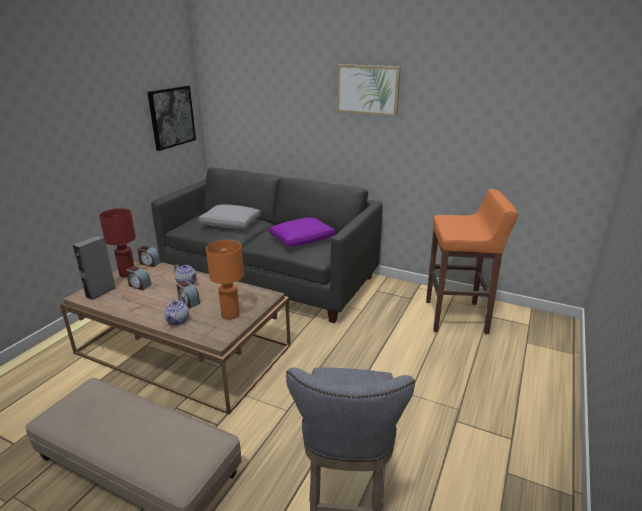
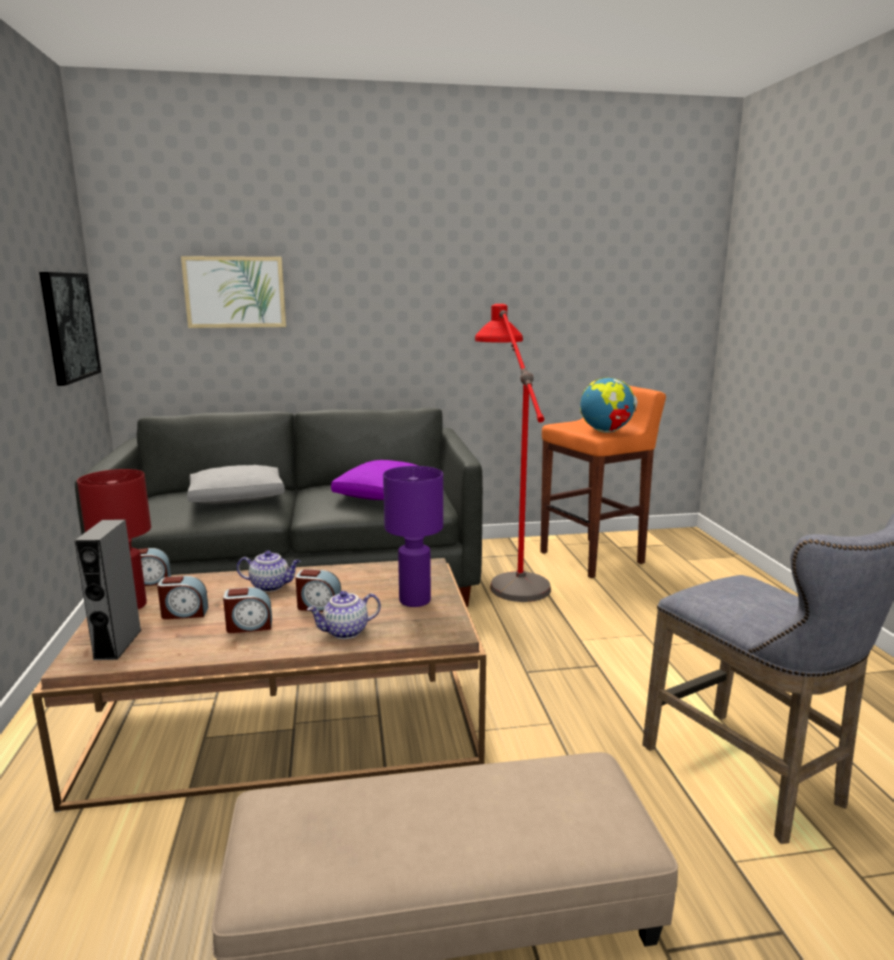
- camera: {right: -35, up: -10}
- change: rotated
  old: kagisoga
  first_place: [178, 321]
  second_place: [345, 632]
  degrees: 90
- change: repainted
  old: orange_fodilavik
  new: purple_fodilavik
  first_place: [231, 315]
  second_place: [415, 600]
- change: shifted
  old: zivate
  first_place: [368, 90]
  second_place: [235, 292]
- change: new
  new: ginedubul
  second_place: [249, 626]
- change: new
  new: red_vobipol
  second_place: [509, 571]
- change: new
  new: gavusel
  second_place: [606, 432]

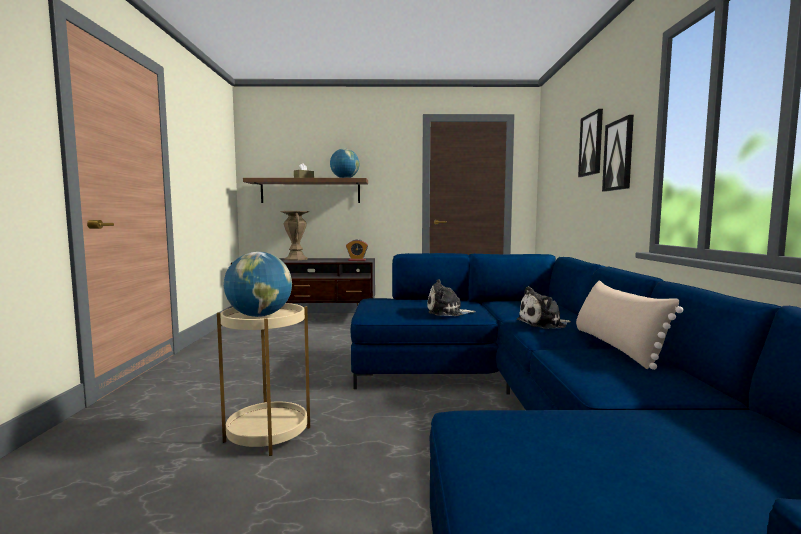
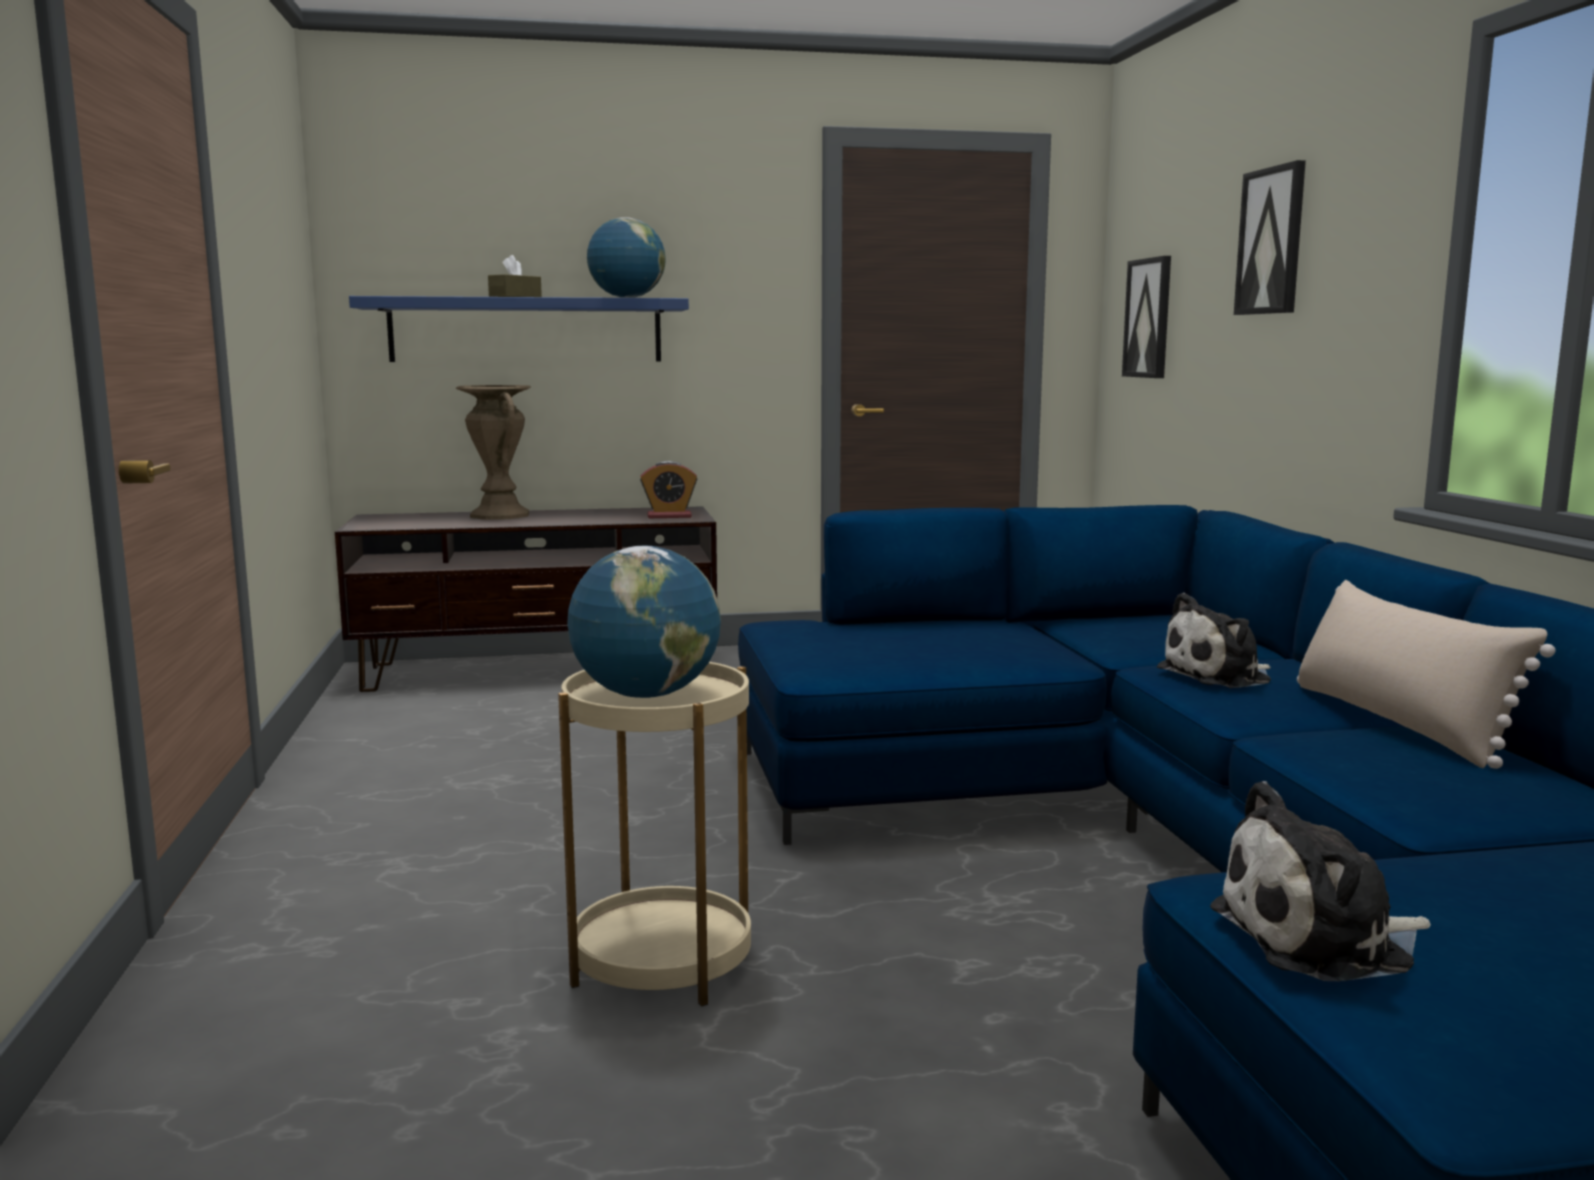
- camera: {right: -10, up: 5}
- change: repainted
  old: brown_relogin
  new: blue_relogin
  first_place: [310, 191]
  second_place: [526, 330]
- change: shifted
  old: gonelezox
  first_place: [447, 312]
  second_place: [1321, 939]
- change: shifted
  old: zivate
  first_place: [619, 155]
  second_place: [1148, 318]

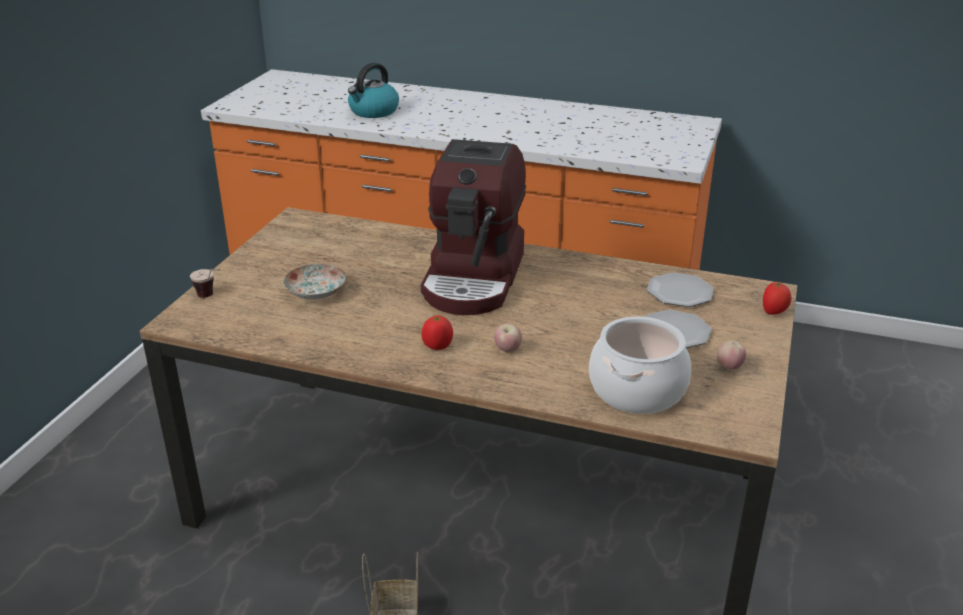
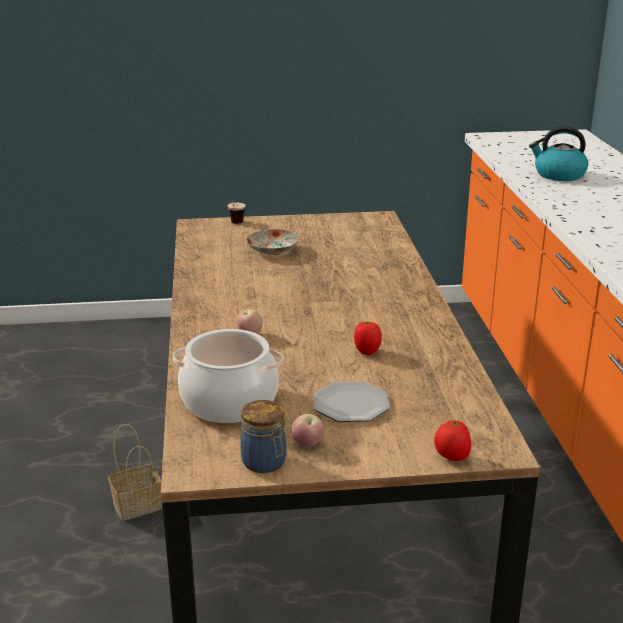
- camera: {right: 65, up: -5}
- change: gone
  old: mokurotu
  first_place: [475, 278]
- change: shifted
  old: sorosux
  first_place: [437, 346]
  second_place: [367, 352]
- change: gone
  old: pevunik
  first_place: [679, 293]
- change: new
  new: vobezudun
  second_place: [265, 463]

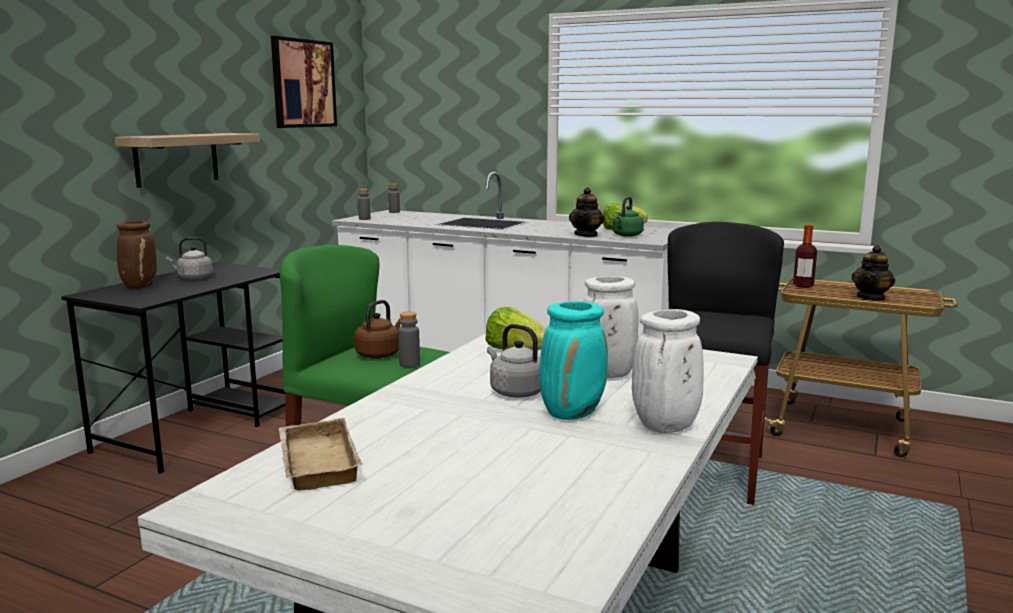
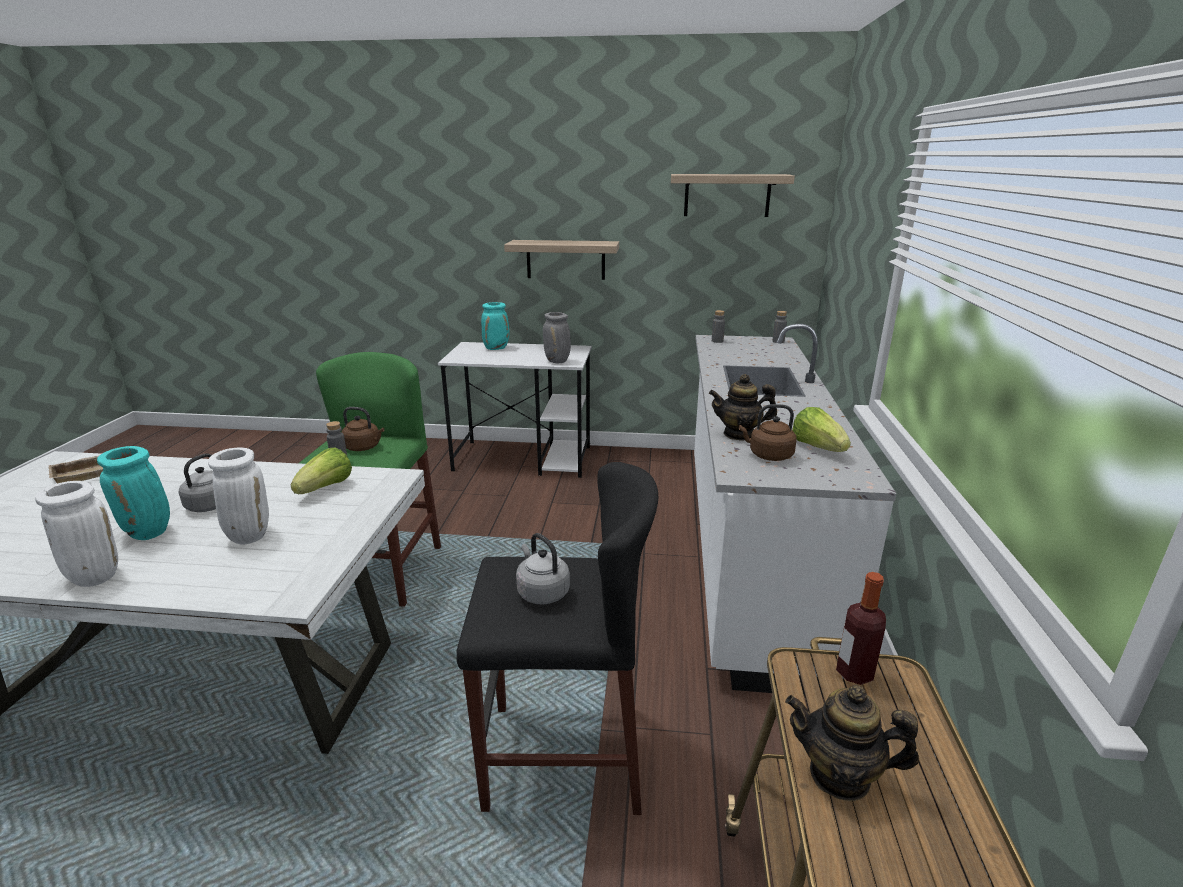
- camera: {right: 70, up: 10}
- change: repainted
  old: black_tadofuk
  new: white_tadofuk
  first_place: [200, 428]
  second_place: [524, 459]
- change: repainted
  old: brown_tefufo
  new: turquoise_tefufo
  first_place: [139, 286]
  second_place: [496, 348]
- change: shifted
  old: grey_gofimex
  first_place: [193, 278]
  second_place: [541, 592]
- change: swapped
  old: zivate
  new: relogin
  first_place: [303, 83]
  second_place: [727, 195]
- change: repainted
  old: green_gofimex
  new: brown_gofimex
  first_place: [626, 235]
  second_place: [768, 455]
- change: new
  new: grey_tefufo
  second_place: [558, 361]

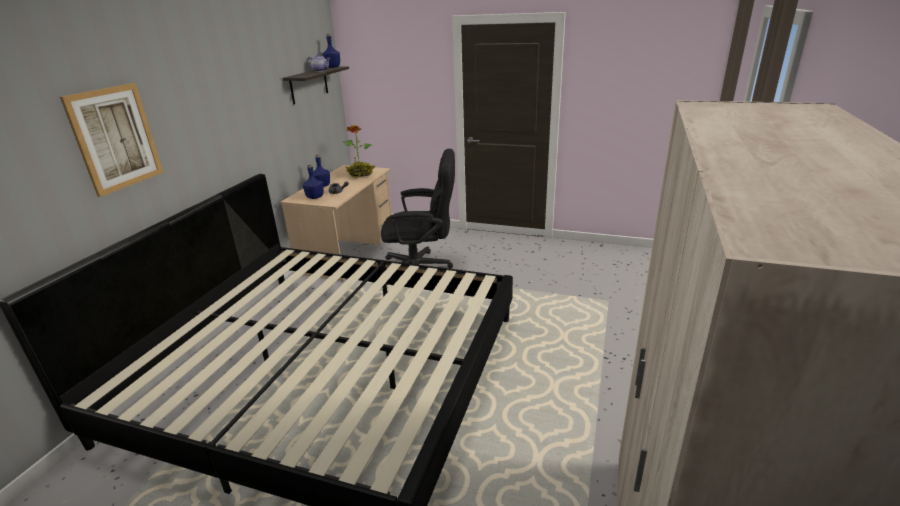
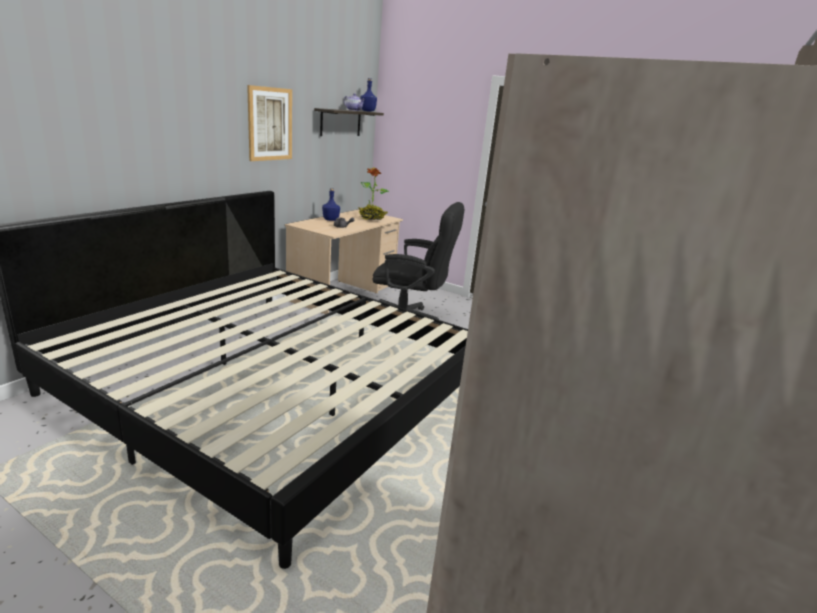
- camera: {right: 10, up: -5}
- change: shifted
  old: zivate
  first_place: [115, 138]
  second_place: [270, 124]
- change: gone
  old: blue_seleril
  first_place: [315, 197]

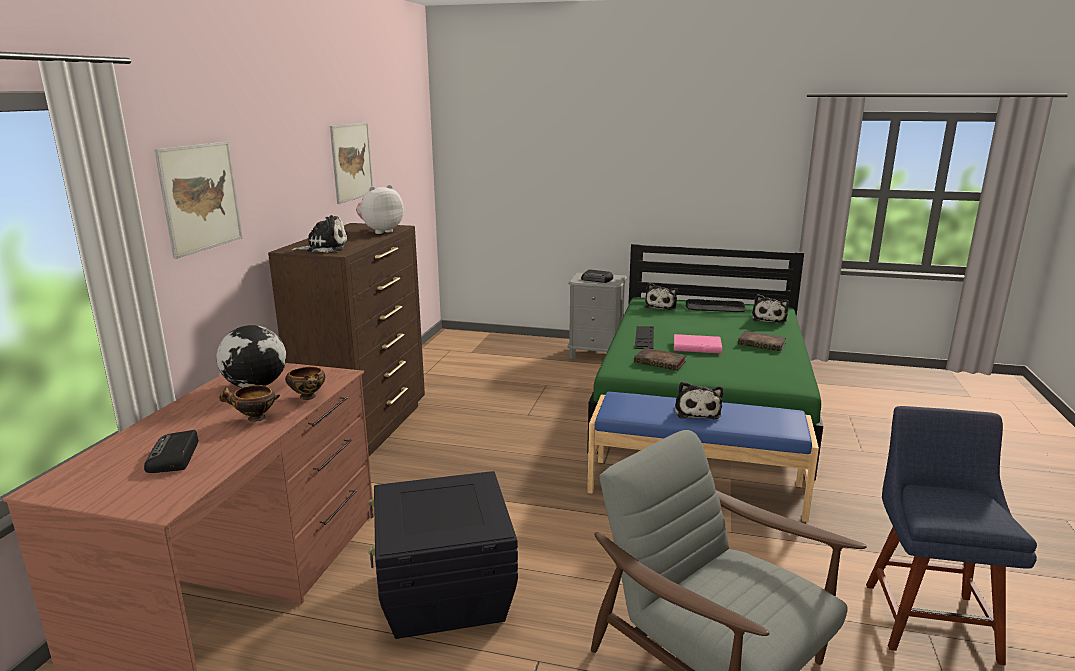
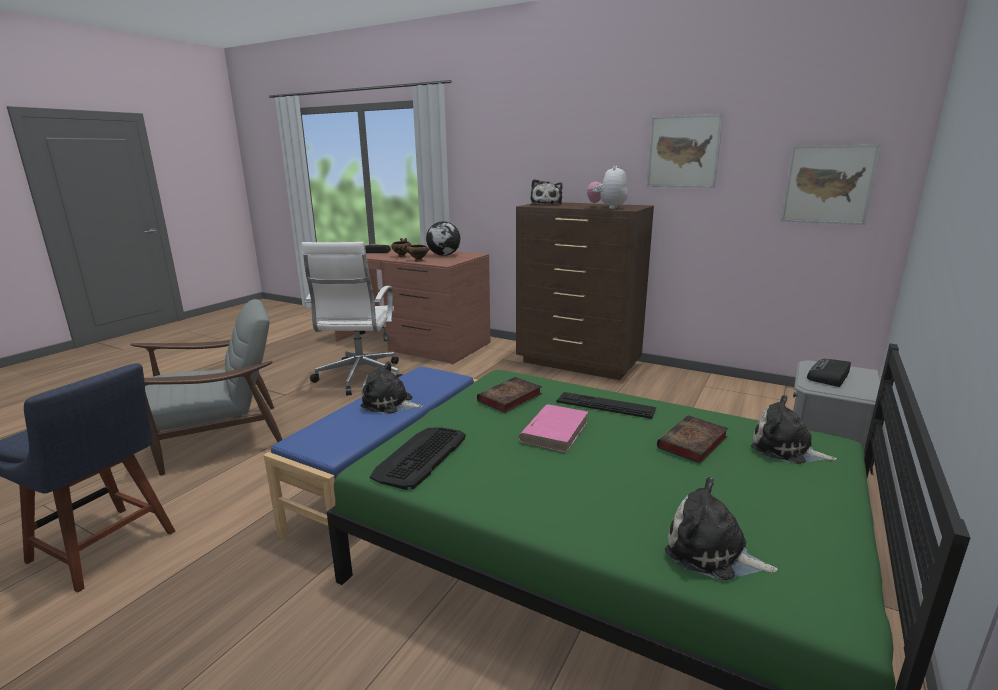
- camera: {right: 105, up: 0}
- change: shifted
  old: zivate
  first_place: [200, 197]
  second_place: [828, 184]
- change: rotated
  old: gonelezox
  first_place: [380, 231]
  second_place: [607, 208]
  degrees: -135
- change: swapped
  old: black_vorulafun
  new: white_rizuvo
  first_place: [444, 595]
  second_place: [360, 378]
- change: shifted
  old: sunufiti
  first_place: [715, 307]
  second_place: [420, 457]
- change: shifted
  old: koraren
  first_place: [763, 344]
  second_place: [692, 443]

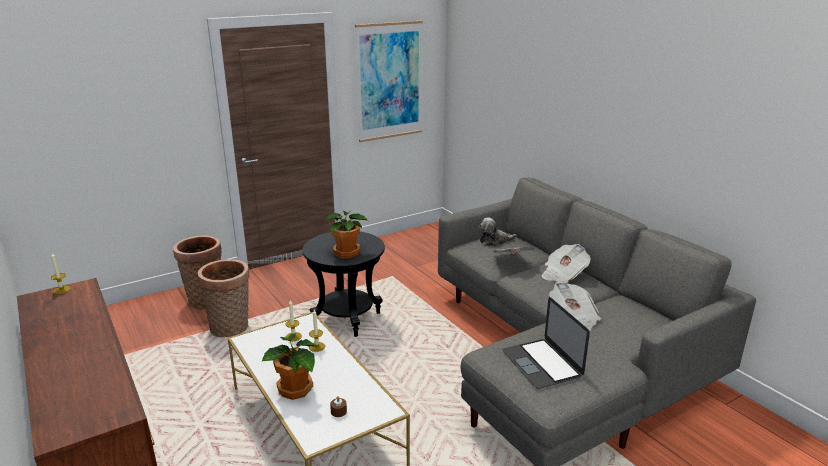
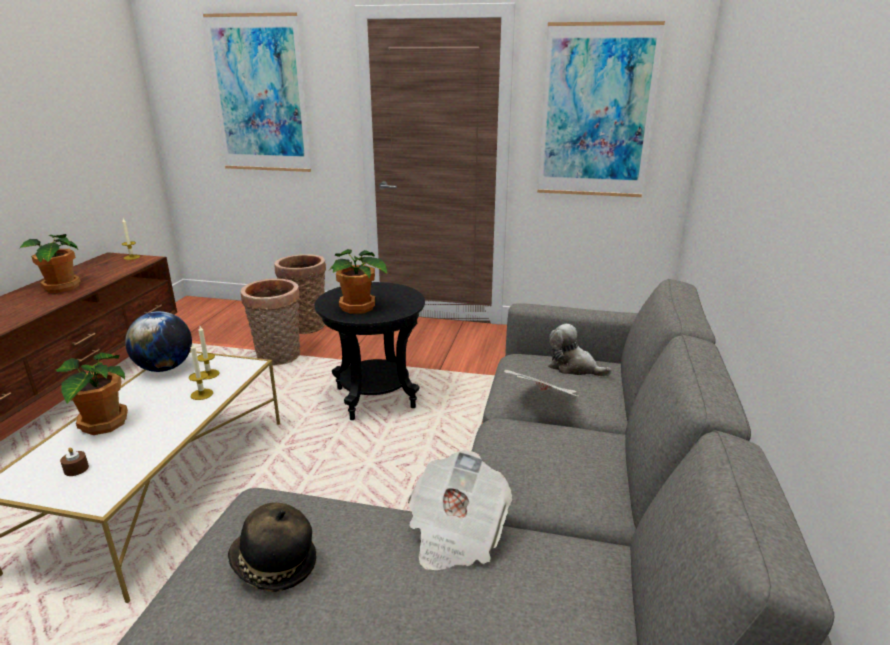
- camera: {right: 45, up: 0}
- change: swapped
  old: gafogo
  new: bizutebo
  first_place: [542, 363]
  second_place: [273, 565]
- change: gone
  old: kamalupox
  first_place: [563, 274]
- change: new
  new: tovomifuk
  second_place: [61, 288]
- change: new
  new: gavusel
  second_place: [165, 368]
- change: new
  new: zivate
  second_place: [259, 95]

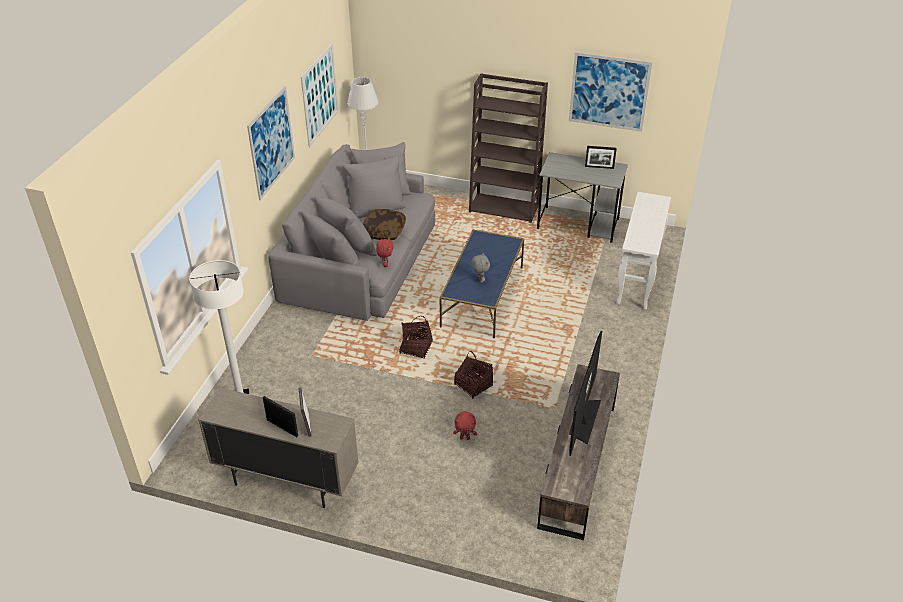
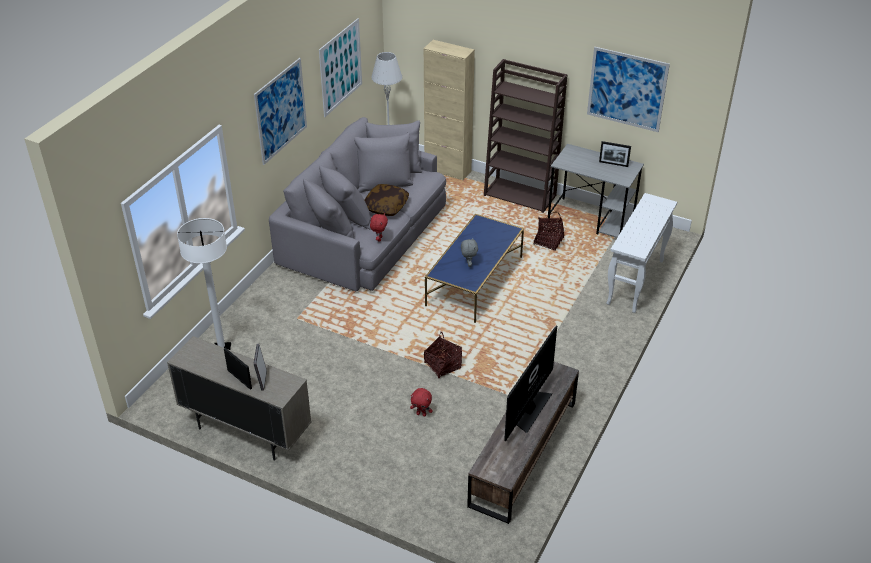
- camera: {right: 10, up: 0}
- change: shifted
  old: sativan
  first_place: [415, 348]
  second_place: [548, 241]
- change: new
  new: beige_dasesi
  second_place: [447, 170]

